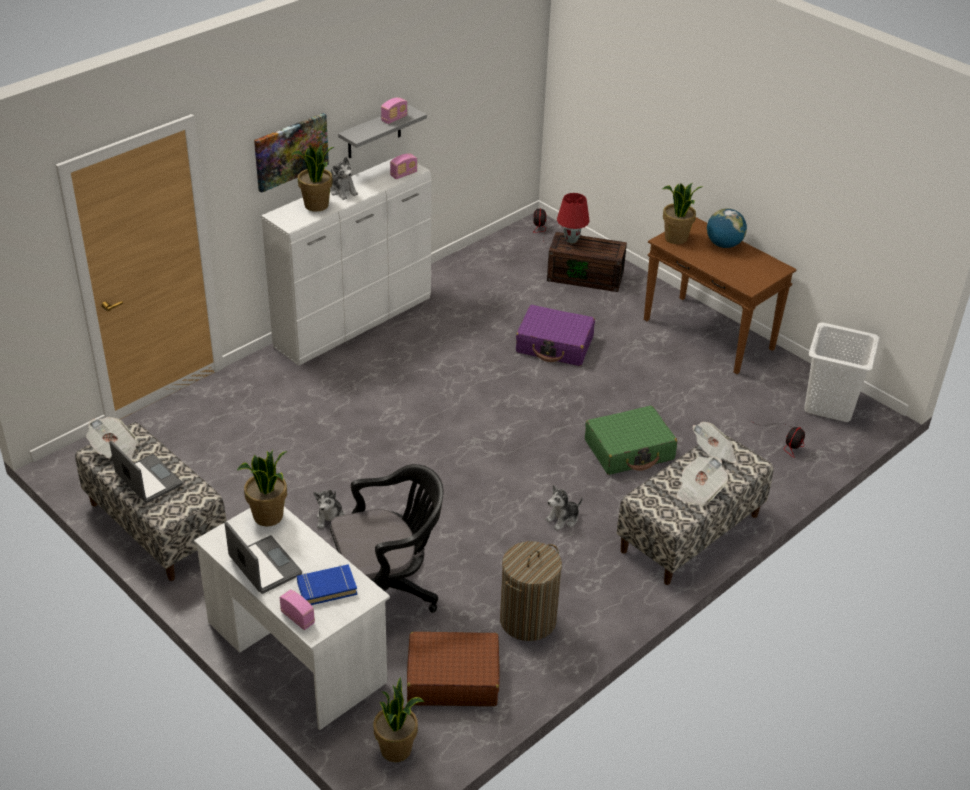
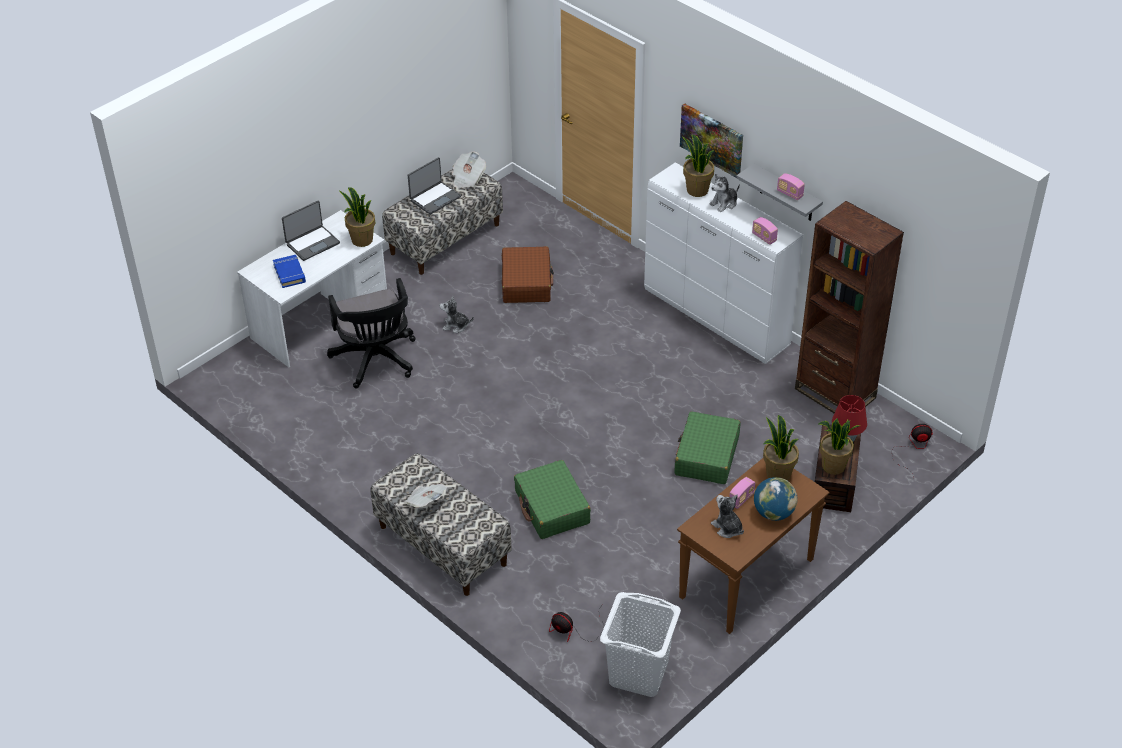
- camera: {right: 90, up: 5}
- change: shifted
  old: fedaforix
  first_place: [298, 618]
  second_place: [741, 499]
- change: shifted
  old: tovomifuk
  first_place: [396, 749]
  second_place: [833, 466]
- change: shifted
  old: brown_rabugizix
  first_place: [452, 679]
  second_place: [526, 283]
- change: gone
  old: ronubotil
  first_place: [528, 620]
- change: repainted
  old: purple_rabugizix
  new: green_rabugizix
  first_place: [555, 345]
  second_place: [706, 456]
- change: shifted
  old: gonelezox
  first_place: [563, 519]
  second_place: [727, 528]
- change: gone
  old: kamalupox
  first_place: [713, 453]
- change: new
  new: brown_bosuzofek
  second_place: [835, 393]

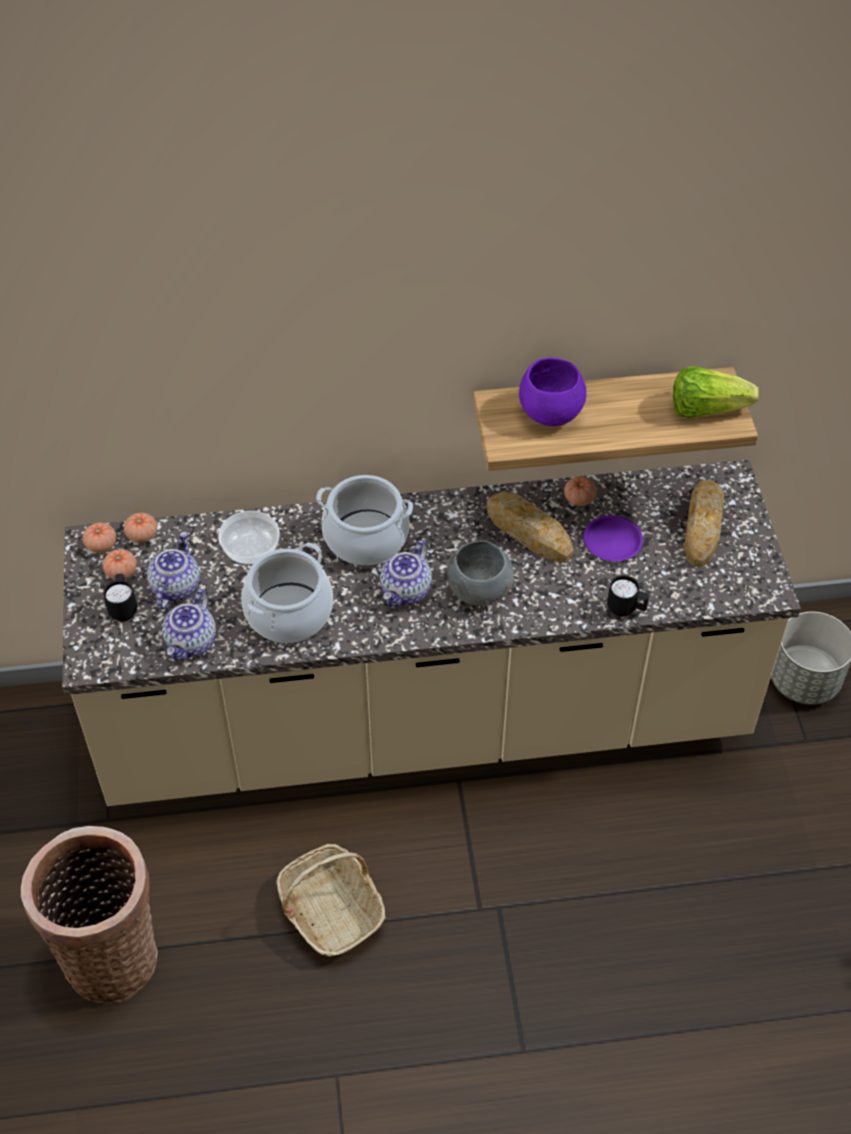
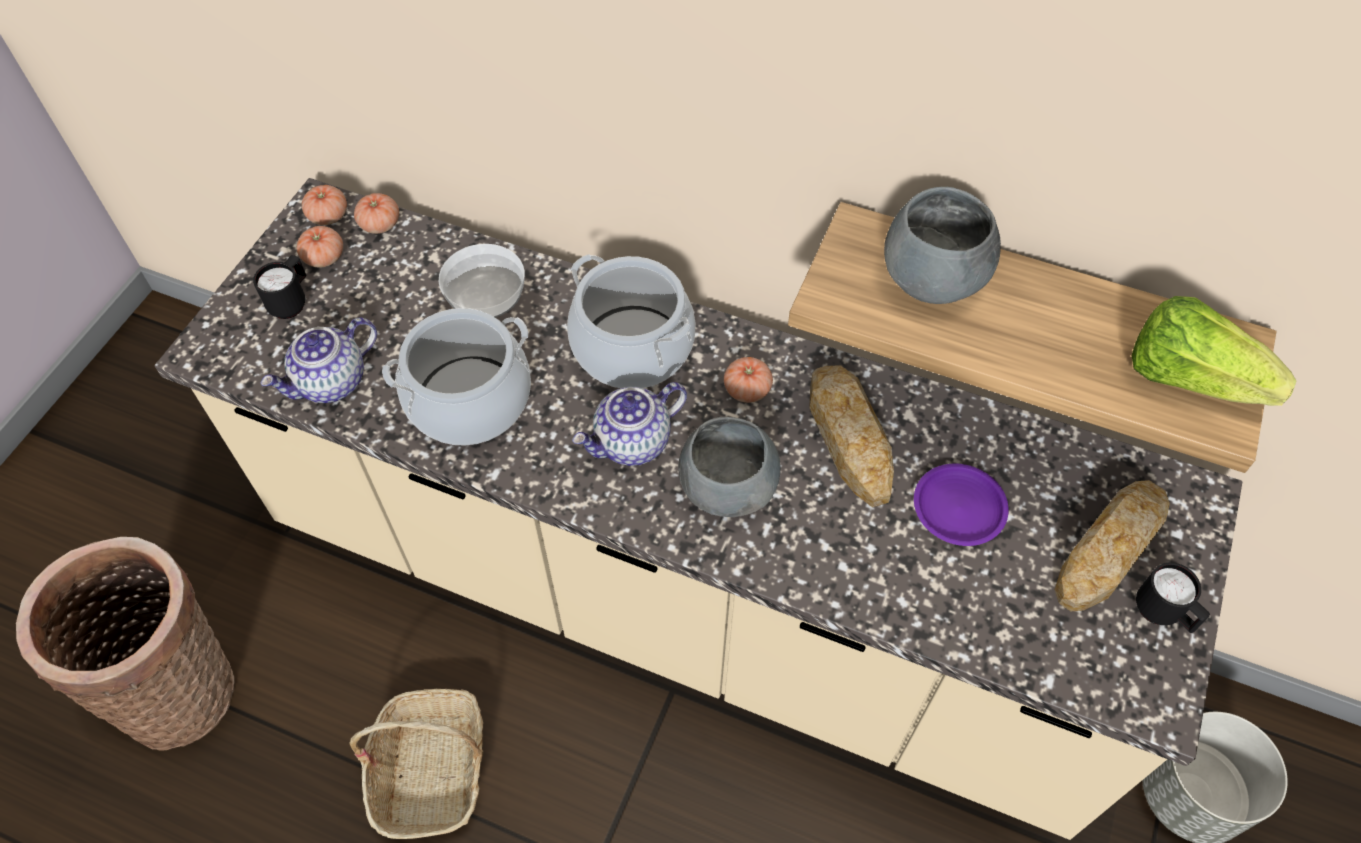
- camera: {right: 30, up: 5}
- change: gone
  old: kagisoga
  first_place: [175, 586]
- change: repainted
  old: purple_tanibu
  new: grey_tanibu
  first_place: [551, 412]
  second_place: [934, 278]
- change: shifted
  old: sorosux
  first_place: [579, 498]
  second_place: [747, 389]
- change: shifted
  old: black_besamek
  first_place: [626, 609]
  second_place: [1162, 614]

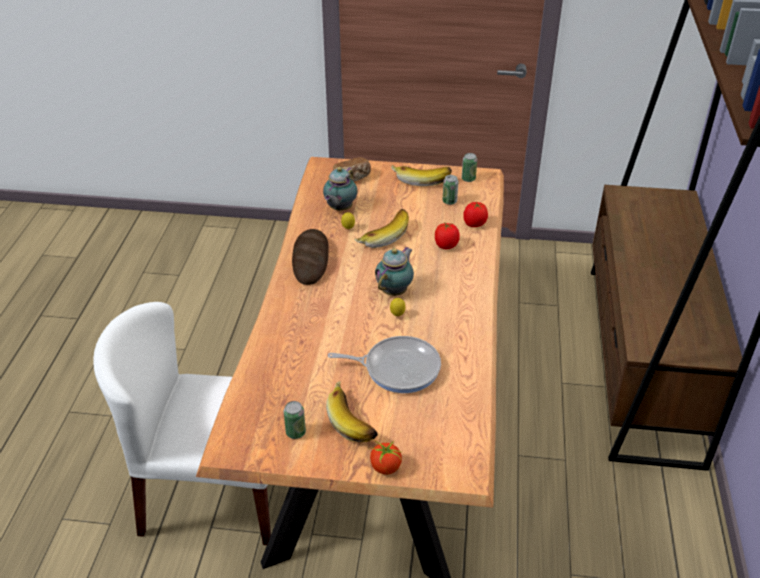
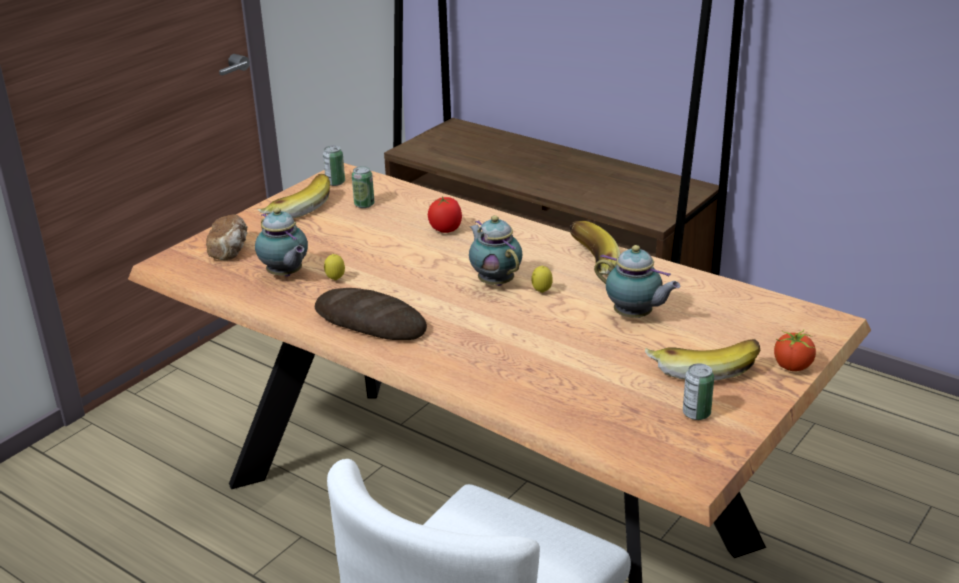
- camera: {right: -60, up: -10}
- change: swapped
  old: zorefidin
  new: kagisoga
  first_place: [397, 368]
  second_place: [635, 316]
- change: shifted
  old: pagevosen
  first_place: [382, 235]
  second_place: [589, 263]
- change: gone
  old: sorosux
  first_place: [474, 224]

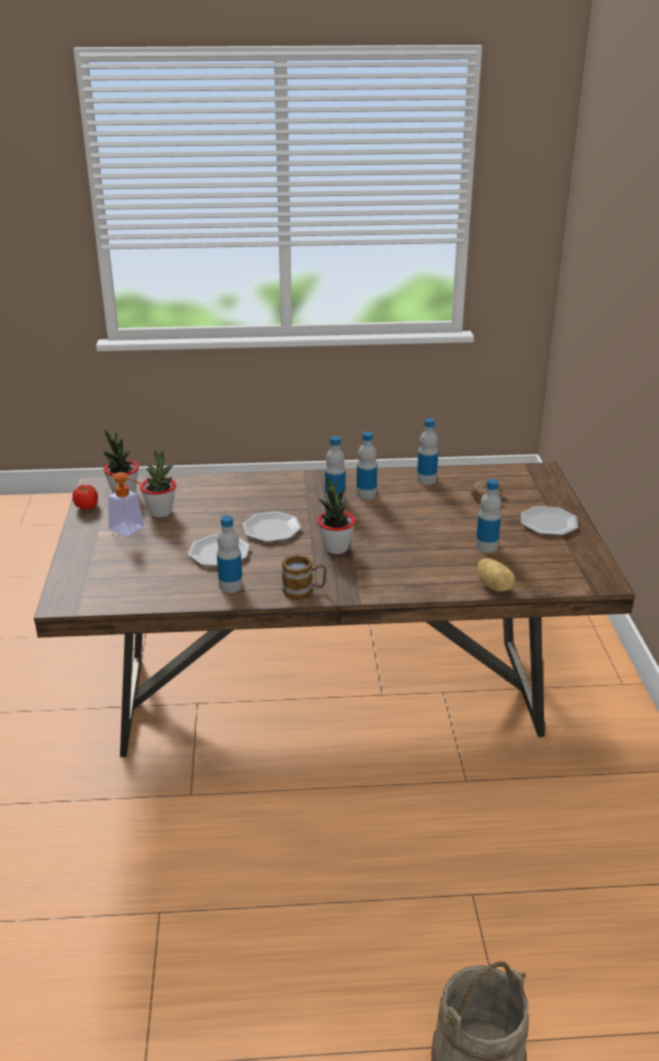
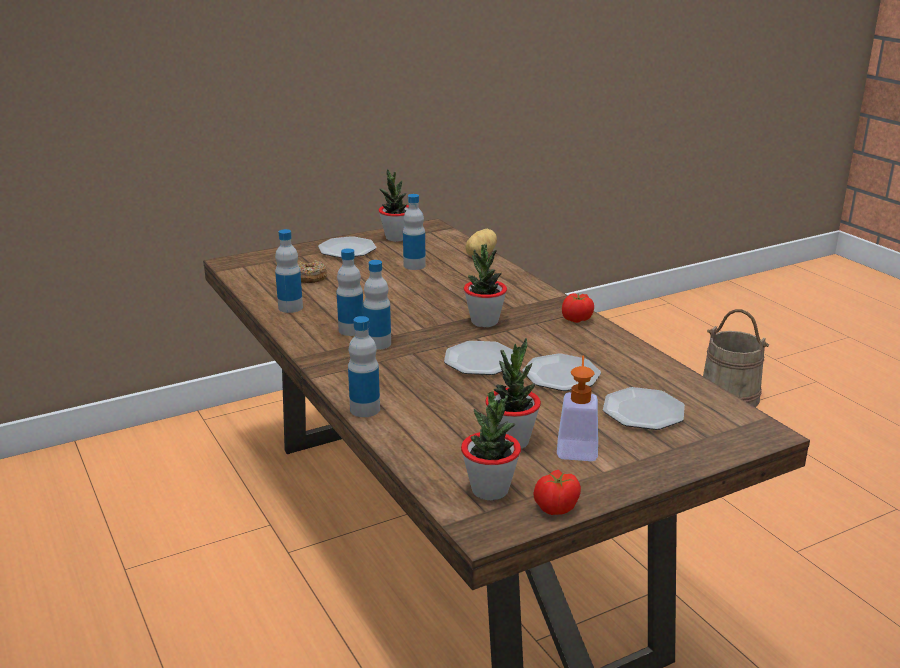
- camera: {right: -115, up: -5}
- change: shifted
  old: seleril
  first_place: [230, 586]
  second_place: [365, 409]
- change: swapped
  old: besamek
  new: sorosux
  first_place: [304, 591]
  second_place: [576, 319]
- change: new
  new: tovomifuk
  second_place: [396, 238]
- change: new
  new: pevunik
  second_place: [643, 411]

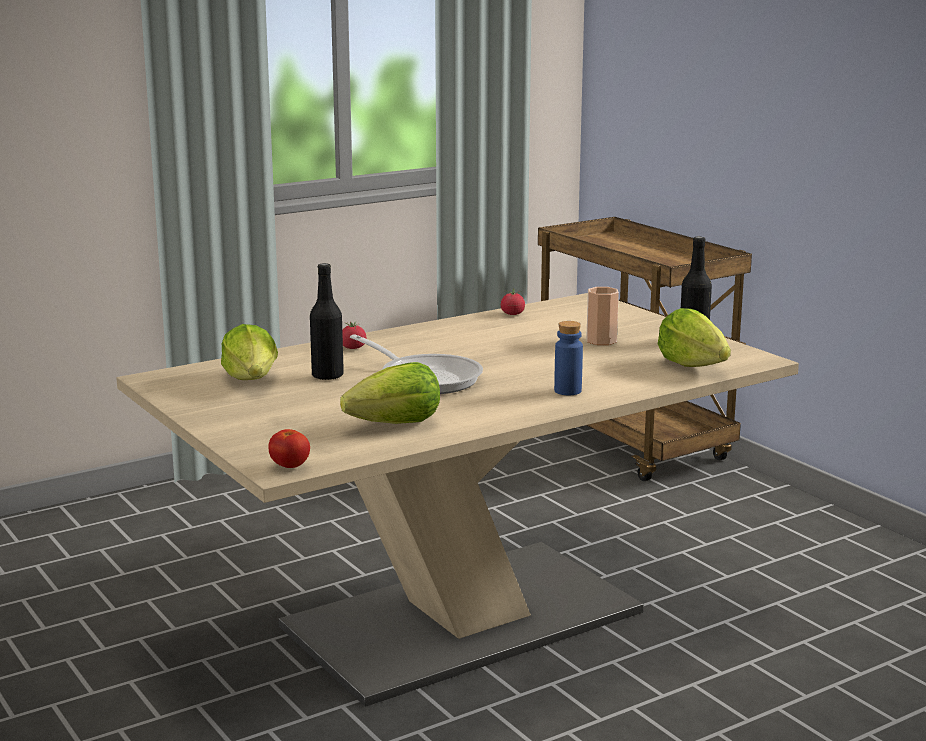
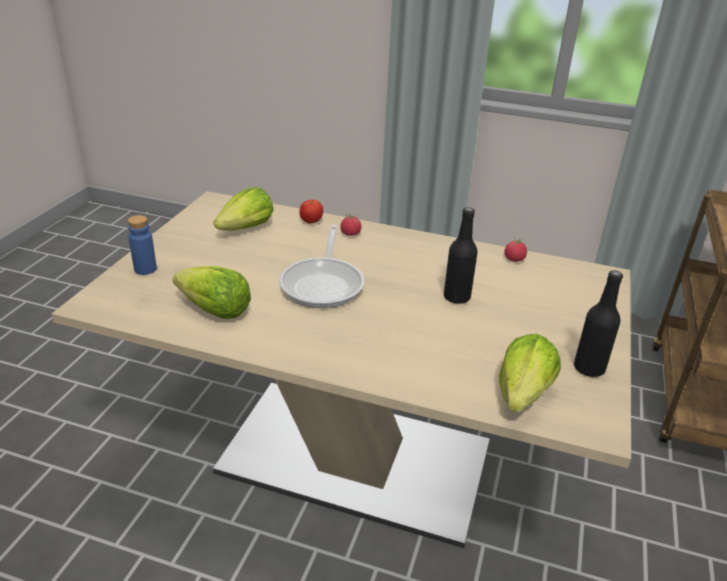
- camera: {right: 50, up: 15}
- change: shifted
  old: sorosux
  first_place: [290, 466]
  second_place: [311, 221]
- change: shifted
  old: black_seleril
  first_place: [327, 376]
  second_place: [456, 297]
- change: shifted
  old: blue_seleril
  first_place: [567, 391]
  second_place: [145, 269]
- change: gone
  old: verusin
  first_place: [601, 341]

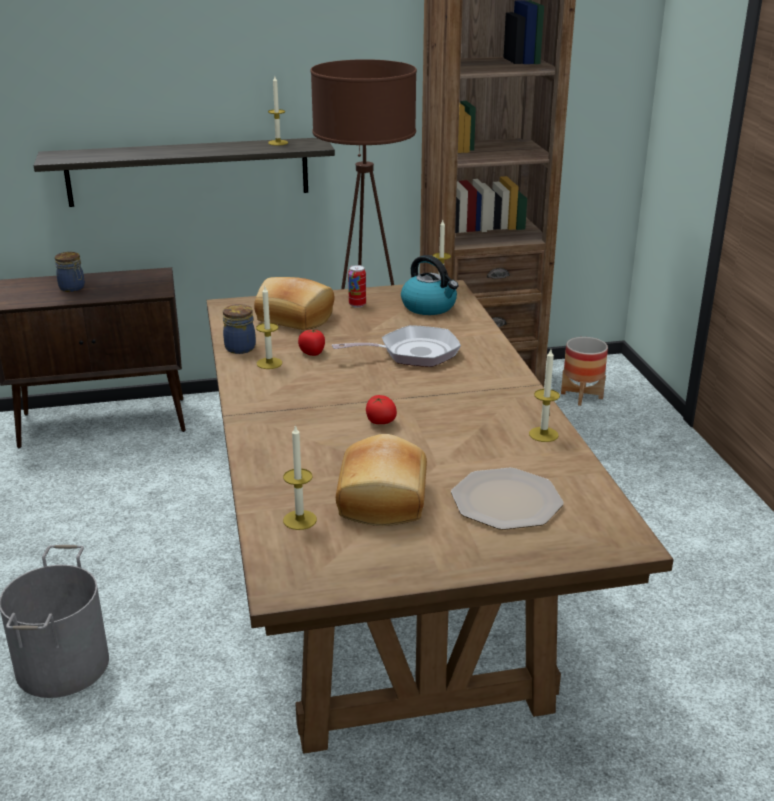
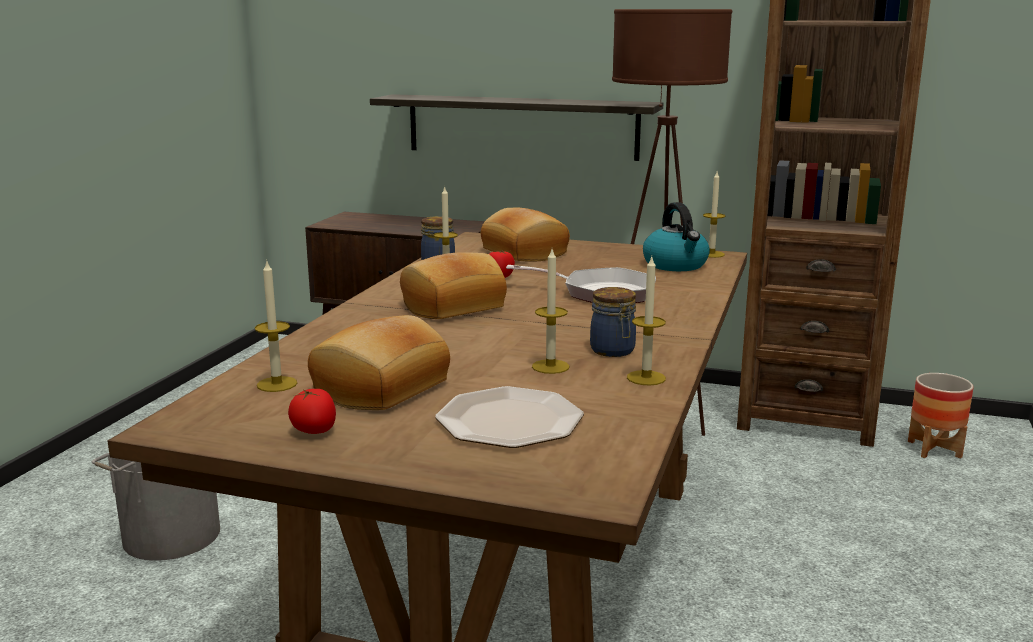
- camera: {right: 30, up: -10}
- change: shifted
  old: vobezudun
  first_place: [73, 288]
  second_place: [613, 351]
- change: shifted
  old: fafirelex
  first_place: [278, 142]
  second_place: [550, 366]
- change: gone
  old: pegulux
  first_place: [357, 305]
- change: shifted
  old: sorosux
  first_place: [380, 422]
  second_place: [314, 431]
- change: new
  new: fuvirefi
  second_place: [451, 306]

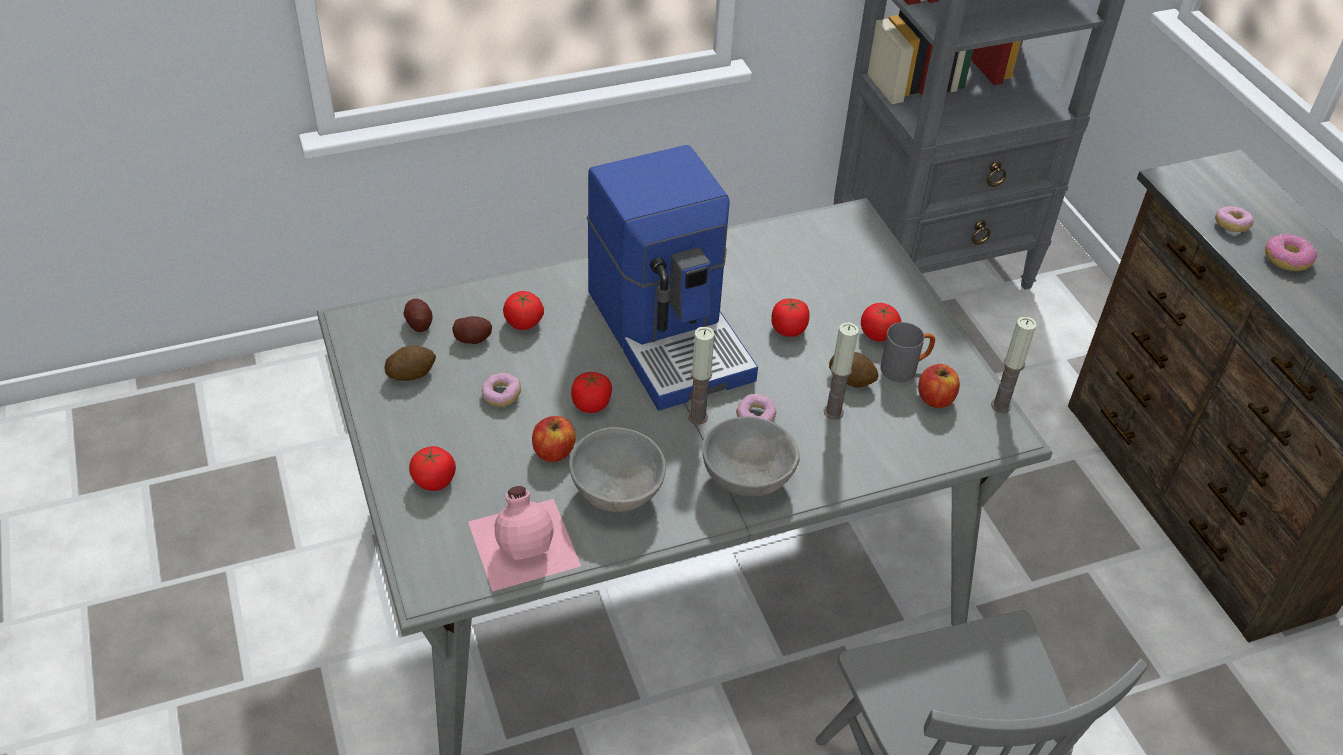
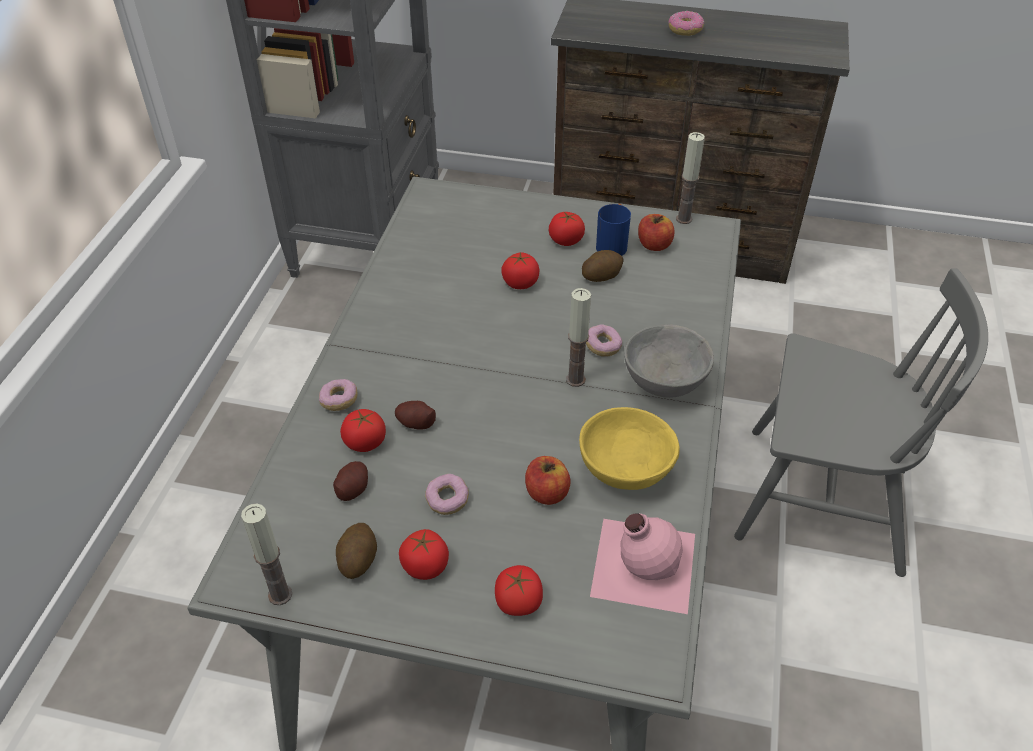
- camera: {right: -55, up: 0}
- change: shifted
  old: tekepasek
  first_place: [419, 323]
  second_place: [416, 423]
- change: repainted
  old: grey_tanibu
  new: yellow_tanibu
  first_place: [618, 491]
  second_place: [624, 469]
- change: shifted
  old: sorosux
  first_place: [591, 404]
  second_place: [425, 566]
- change: gone
  old: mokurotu
  first_place: [671, 333]
- change: shifted
  old: fafirelex
  first_place: [833, 412]
  second_place: [280, 594]
- change: repainted
  old: grey_besamek
  new: blue_besamek
  first_place: [904, 369]
  second_place: [612, 245]
- change: shifted
  old: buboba
  first_place: [1231, 225]
  second_place: [339, 401]

